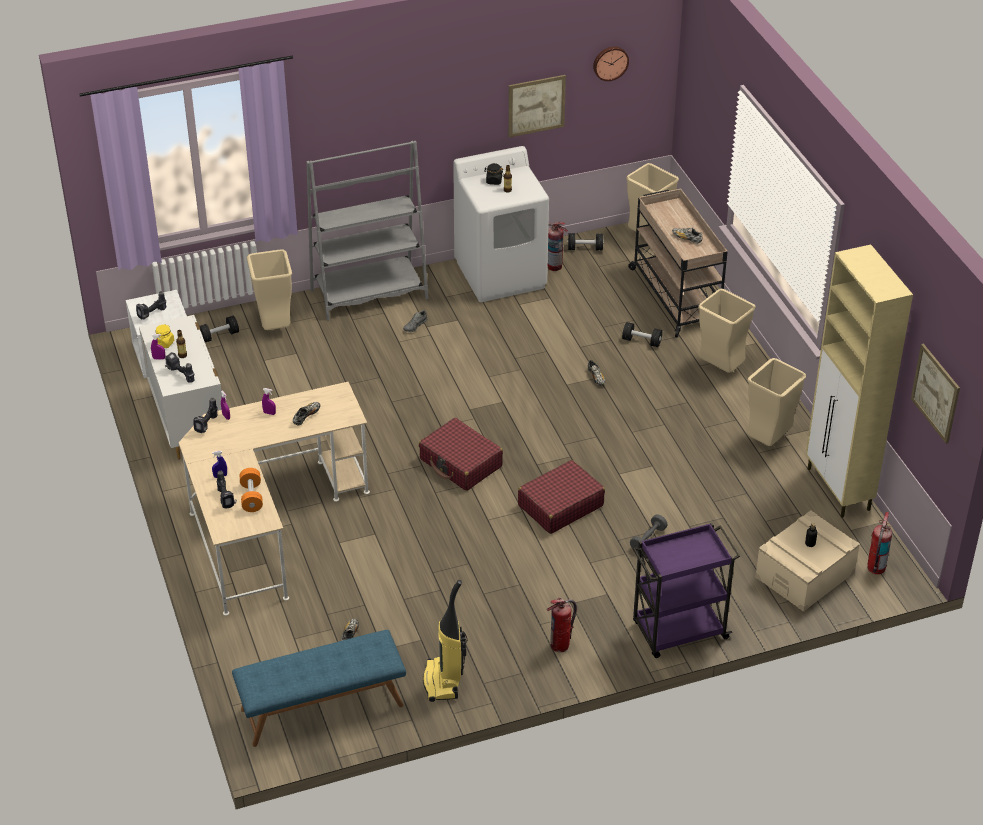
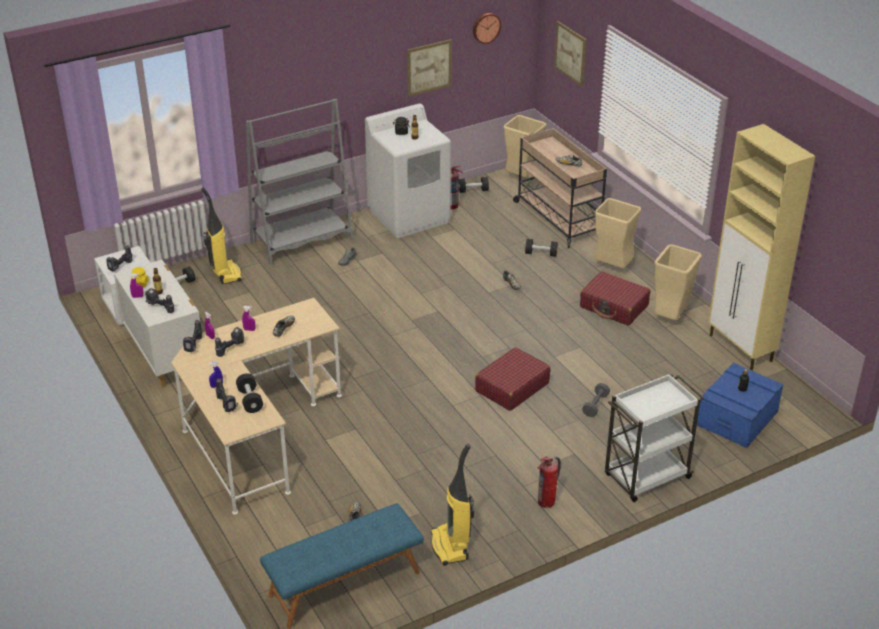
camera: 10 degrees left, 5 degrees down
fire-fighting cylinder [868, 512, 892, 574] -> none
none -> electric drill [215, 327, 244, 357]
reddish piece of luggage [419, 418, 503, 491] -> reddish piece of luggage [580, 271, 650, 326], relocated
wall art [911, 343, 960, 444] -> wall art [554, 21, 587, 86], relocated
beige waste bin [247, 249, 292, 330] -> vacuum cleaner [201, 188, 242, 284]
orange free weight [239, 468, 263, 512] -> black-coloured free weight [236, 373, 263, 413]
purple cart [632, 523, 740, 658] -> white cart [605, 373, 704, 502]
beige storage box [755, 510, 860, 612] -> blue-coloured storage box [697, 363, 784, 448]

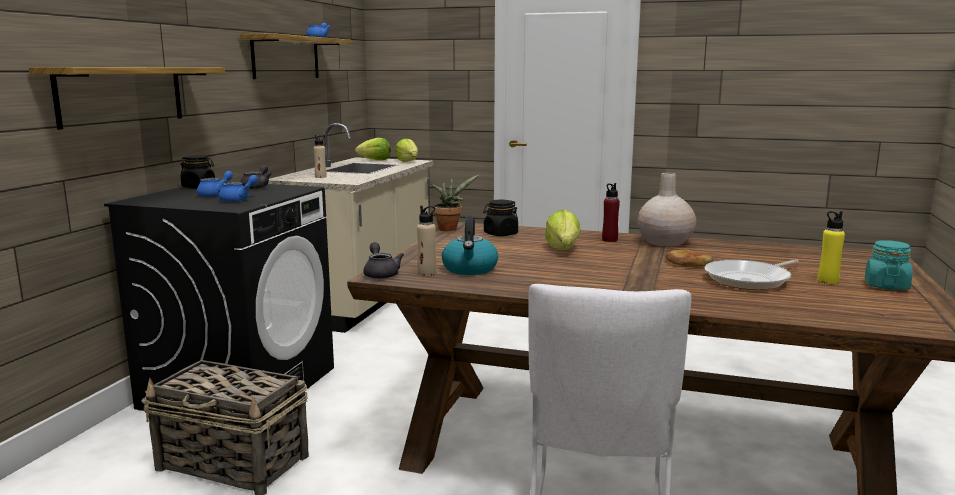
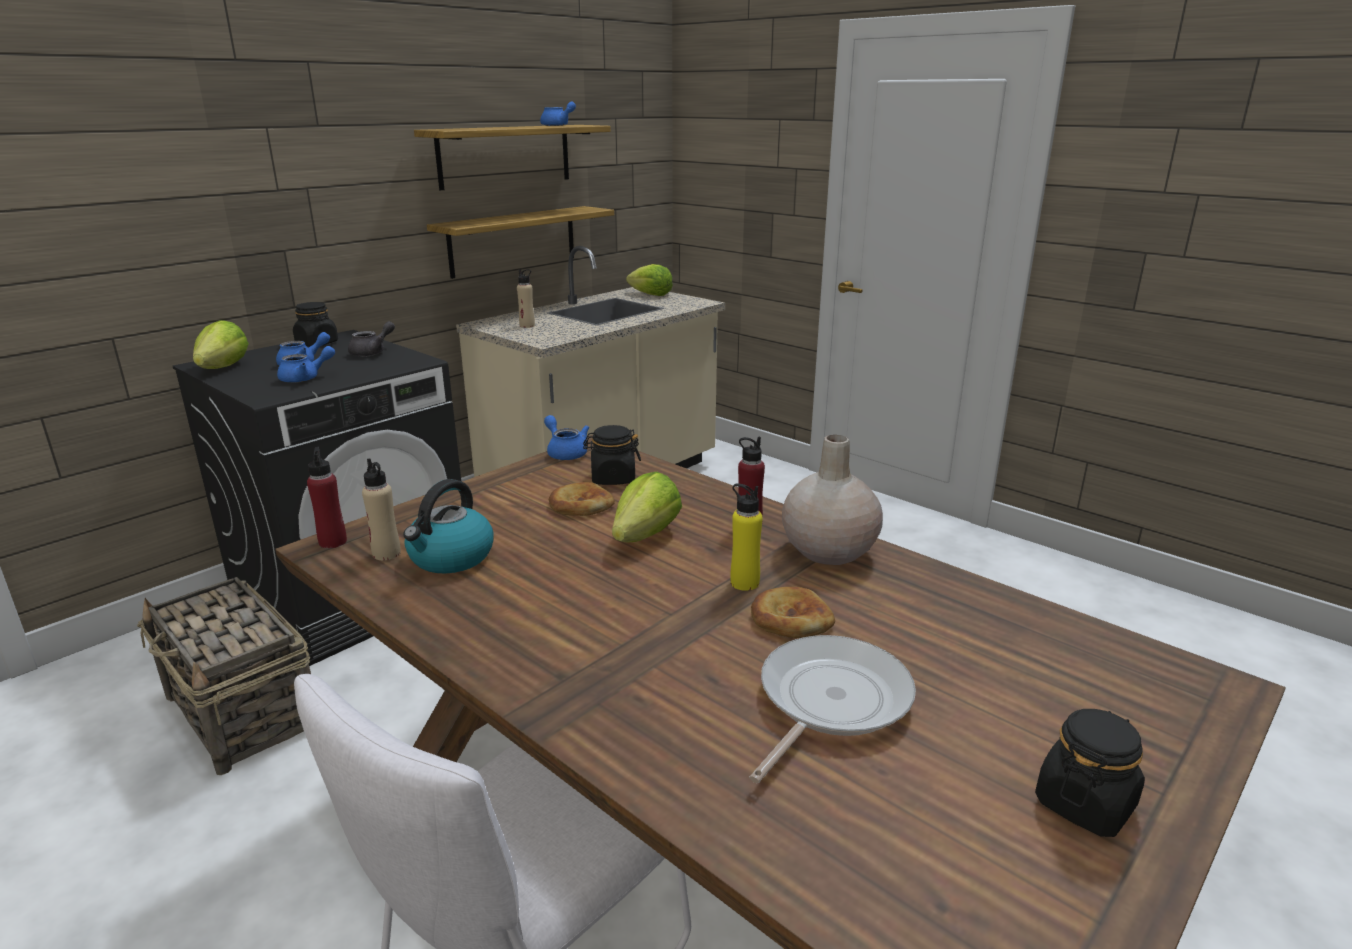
camera: 25 degrees right, 10 degrees up
none -> bread [549, 482, 615, 516]
wall shelf [29, 67, 225, 130] -> wall shelf [427, 206, 614, 279], relocated
lettuce [395, 138, 418, 162] -> lettuce [193, 320, 249, 369], relocated
yellow-coloured drink bottle [818, 211, 845, 284] -> yellow-coloured drink bottle [730, 483, 763, 591], relocated
greyish pot for tea [363, 242, 404, 279] -> reddish drink bottle [307, 447, 347, 548]
houseplant [432, 174, 479, 231] -> blue-coloured pot for tea [544, 415, 589, 460]
blue-green storage jar [865, 240, 913, 290] -> black-coloured storage jar [1035, 709, 1145, 837]
frying pan [705, 259, 799, 290] -> frying pan [750, 635, 916, 783], 135 degrees clockwise

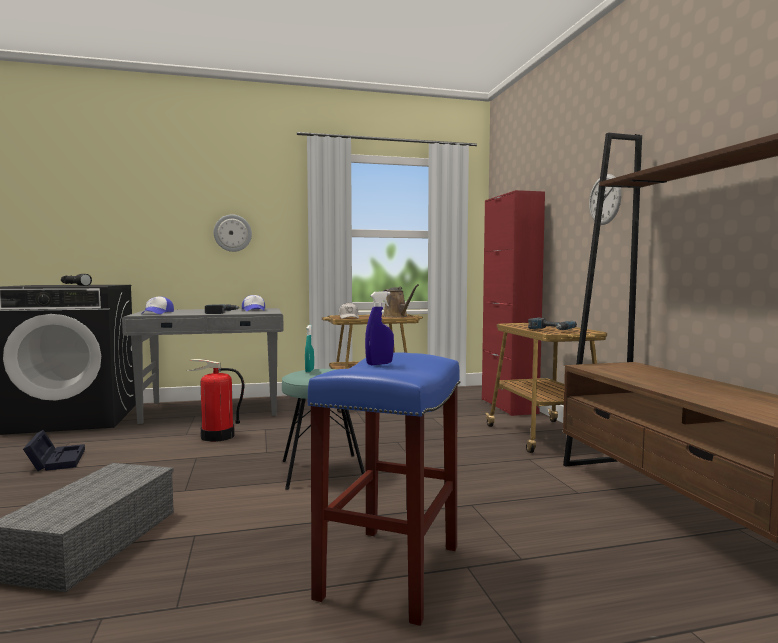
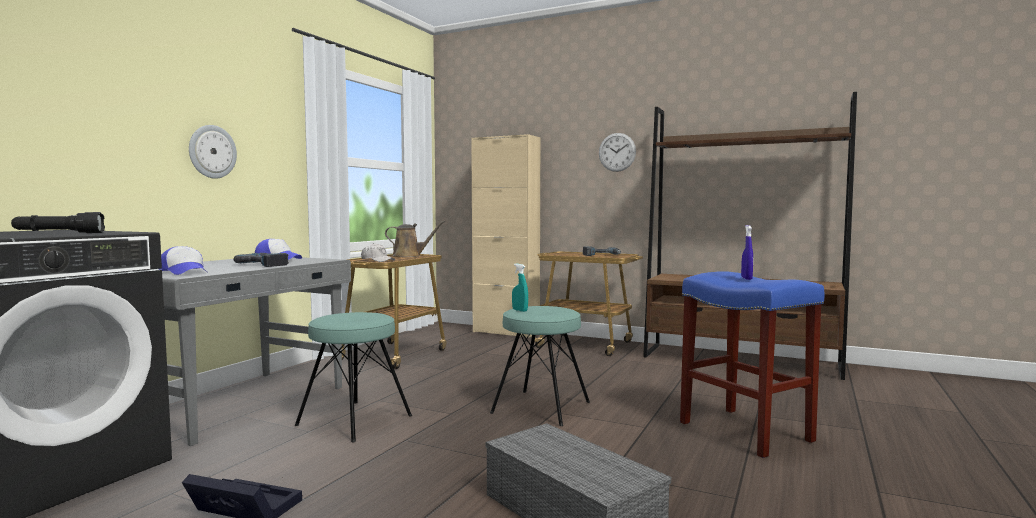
camera: 50 degrees left, 0 degrees up
fire-fighting cylinder [187, 359, 244, 442] -> blue-green stool [295, 312, 412, 442]
reddish cupboard [482, 190, 545, 416] -> beige cupboard [471, 134, 540, 338]

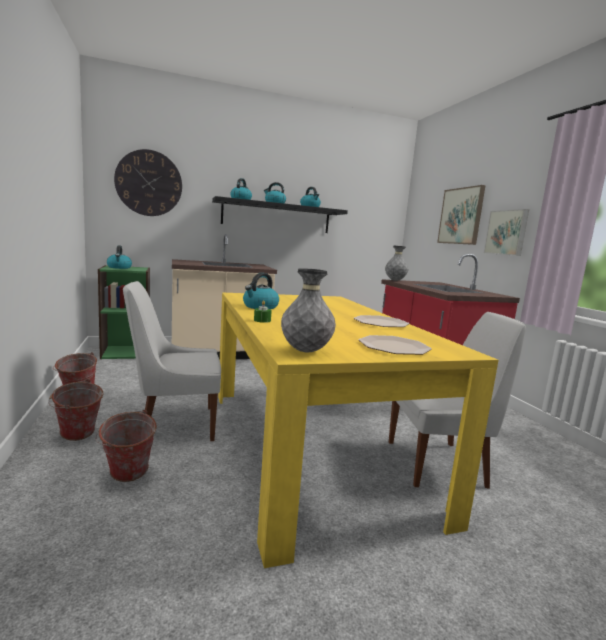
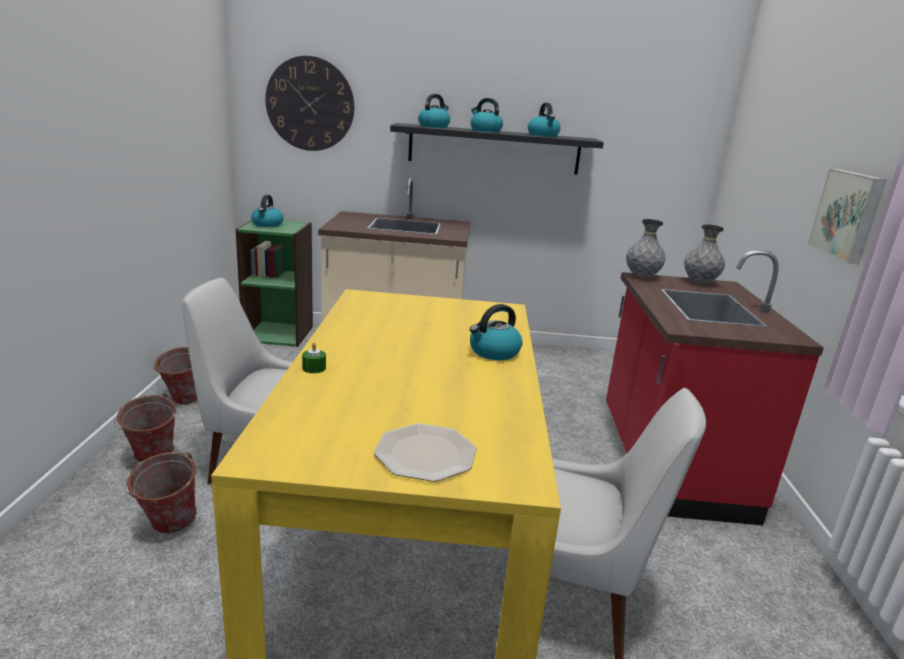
camera: 20 degrees right, 10 degrees up
plate [354, 315, 409, 327] -> none
wall art [437, 185, 486, 245] -> none
water kettle [243, 272, 279, 309] -> water kettle [470, 304, 523, 360], relocated
greyish vase [281, 268, 336, 353] -> greyish vase [684, 224, 725, 283], relocated

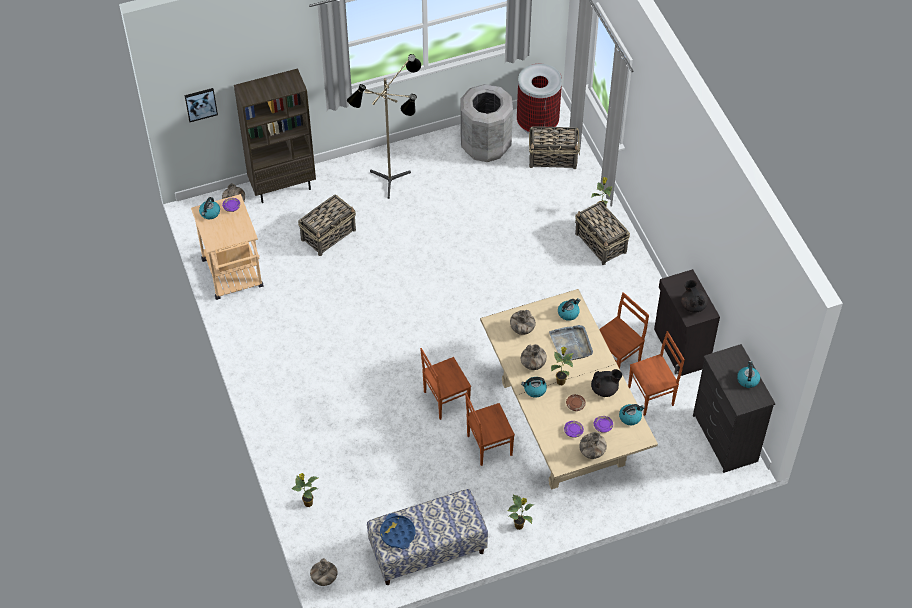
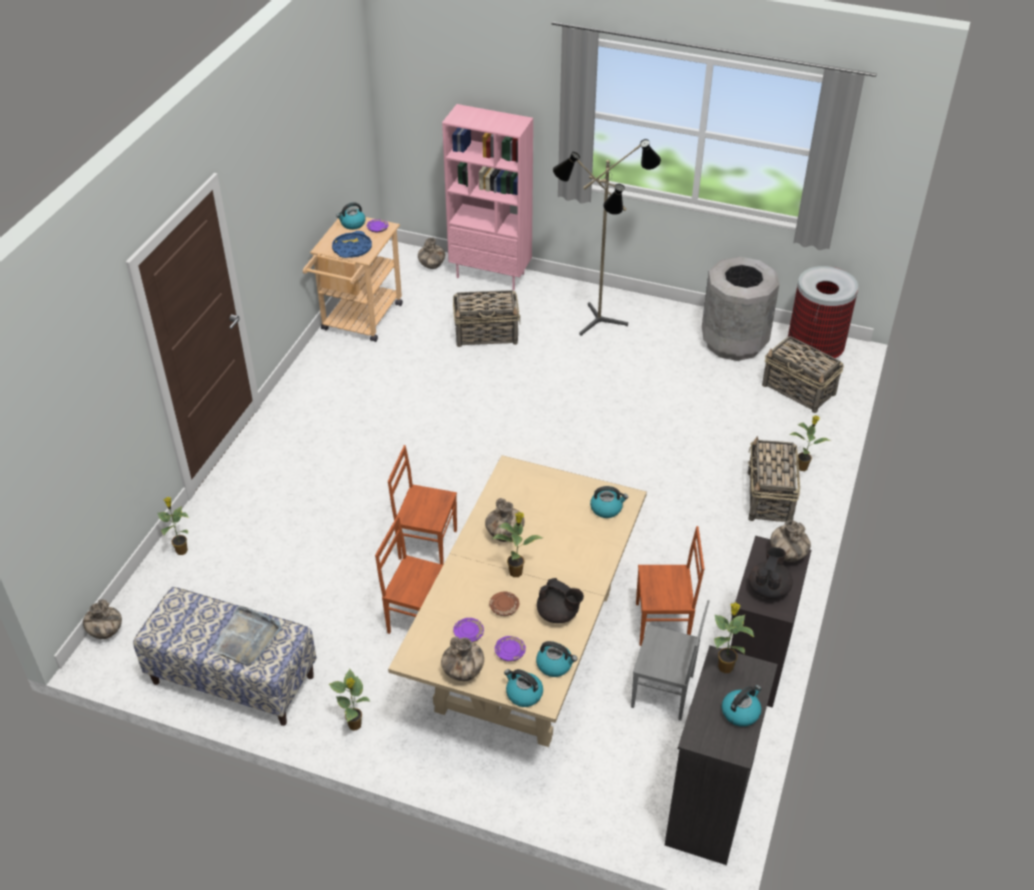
camera: 40 degrees right, 10 degrees down
wall art [184, 88, 218, 122] -> none
none -> houseplant [714, 602, 755, 673]
blue-coloured serving tray [380, 513, 415, 549] -> blue-coloured serving tray [332, 231, 372, 258], relocated
vase [510, 310, 536, 335] -> vase [770, 520, 811, 562], relocated
water kettle [521, 377, 547, 398] -> water kettle [504, 669, 543, 707], relocated
greyish serving tray [549, 325, 593, 361] -> greyish serving tray [211, 605, 281, 665], relocated
brown-coloured shelving unit [234, 68, 316, 203] -> pinkish shelving unit [442, 104, 533, 290]
brown-coloured upright chair [628, 331, 685, 416] -> greyish upright chair [631, 600, 710, 721]

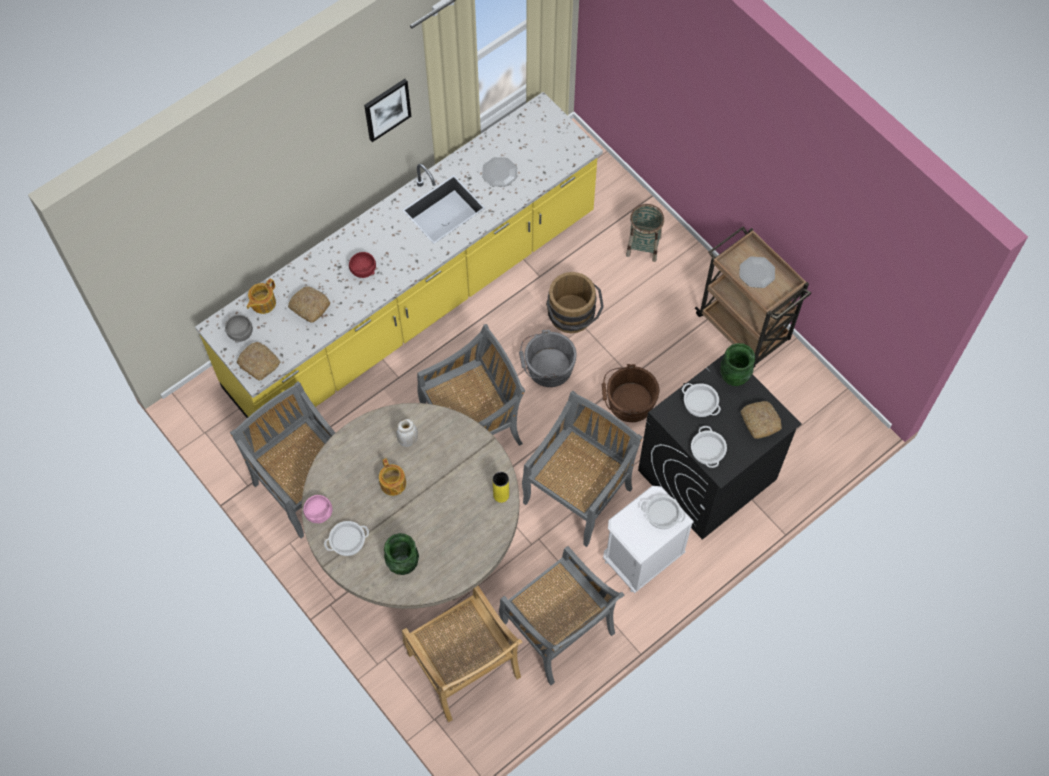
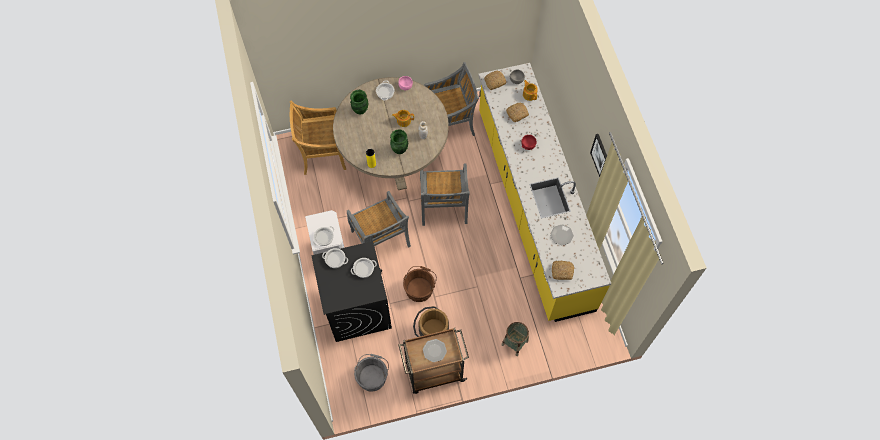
camera: 115 degrees right, 0 degrees up
greyish upright chair [499, 546, 624, 685] -> none
greyish water bucket [519, 330, 577, 387] -> greyish water bucket [354, 354, 389, 392], relocated
brown-coloured water bucket [546, 272, 604, 333] -> brown-coloured water bucket [413, 306, 449, 337], relocated
greenish vase [720, 343, 755, 386] -> greenish vase [390, 129, 408, 154], relocated
bread [740, 401, 782, 439] -> bread [552, 261, 574, 280], relocated

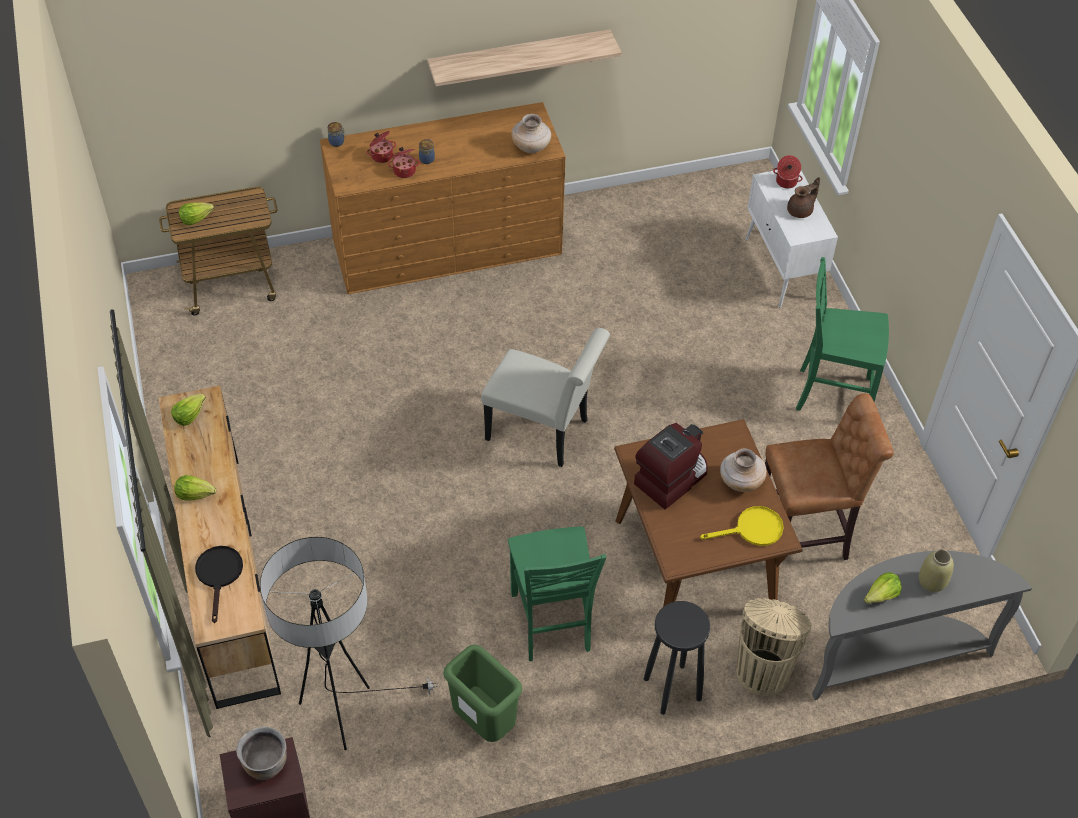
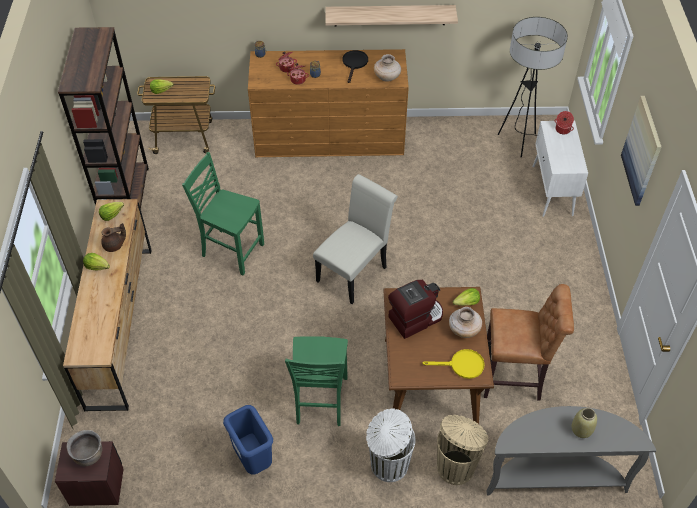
camera: 15 degrees right, 0 degrees up
none -> brown-coloured shelving unit [58, 27, 149, 209]
none -> wall art [621, 96, 661, 206]
black-coloured frying pan [195, 546, 243, 623] -> black-coloured frying pan [342, 50, 368, 83], relocated
standing lamp [260, 537, 438, 750] -> standing lamp [498, 17, 568, 158], relocated
brown-coloured pot for tea [787, 177, 820, 218] -> brown-coloured pot for tea [101, 223, 126, 252], relocated
greenish upright chair [796, 257, 889, 411] -> greenish upright chair [182, 152, 264, 275], relocated
lettuce [864, 572, 902, 603] -> lettuce [453, 288, 480, 306], relocated
black-coloured stool [644, 601, 710, 715] -> white waste bin [366, 408, 416, 482]
greenish waste bin [443, 645, 522, 742] -> blue-coloured waste bin [223, 405, 273, 475]
white upright chair [481, 328, 610, 467] -> white upright chair [313, 174, 398, 304], 90 degrees counterclockwise

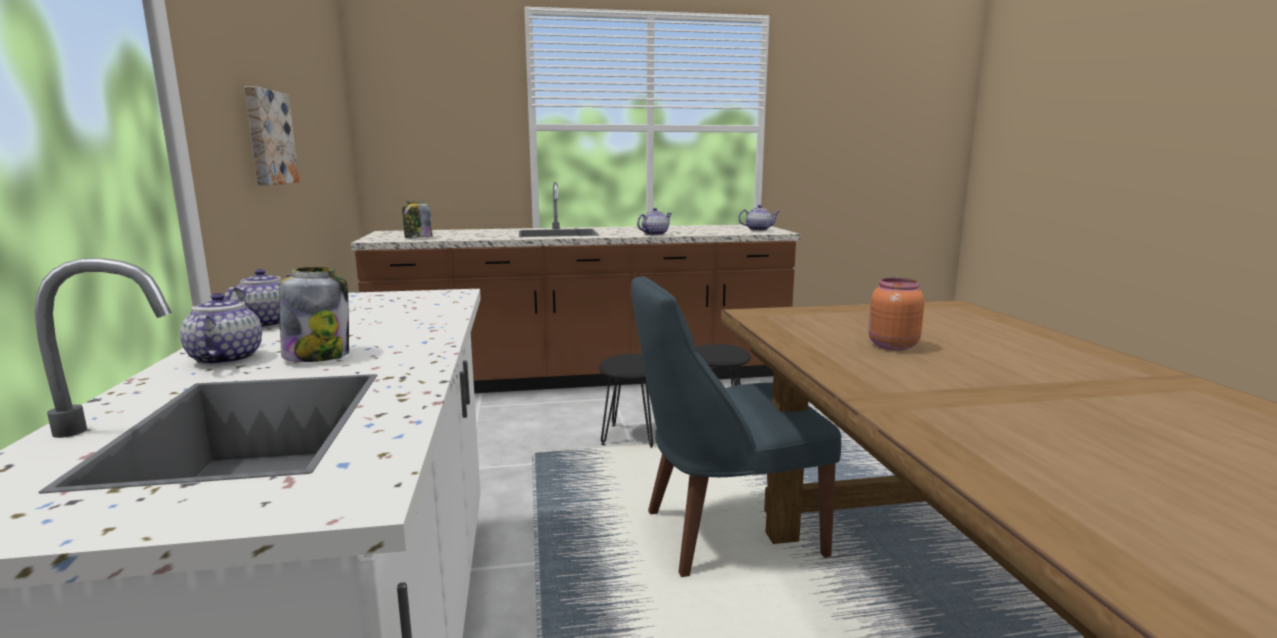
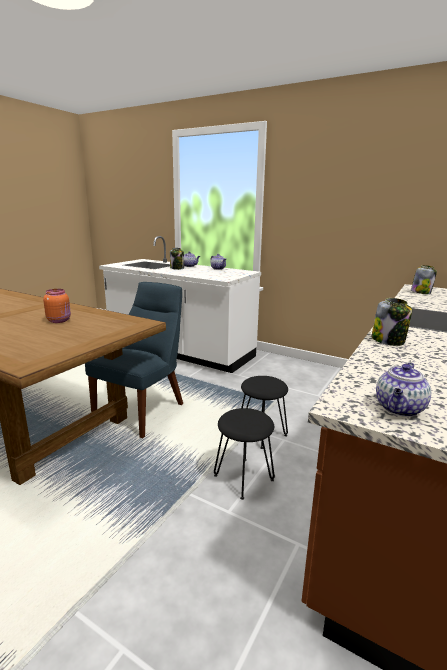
camera: 130 degrees right, 5 degrees up
wall art [244, 86, 299, 186] -> none
pot for tea [637, 208, 672, 235] -> storage jar [371, 298, 412, 346]

